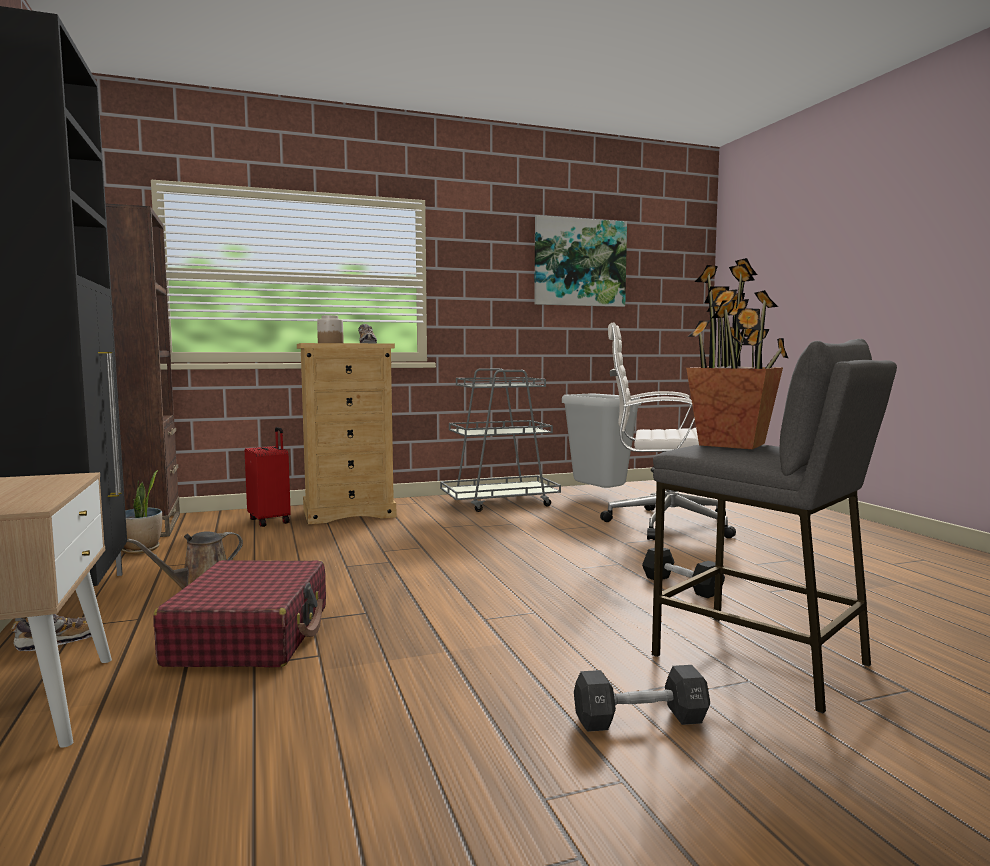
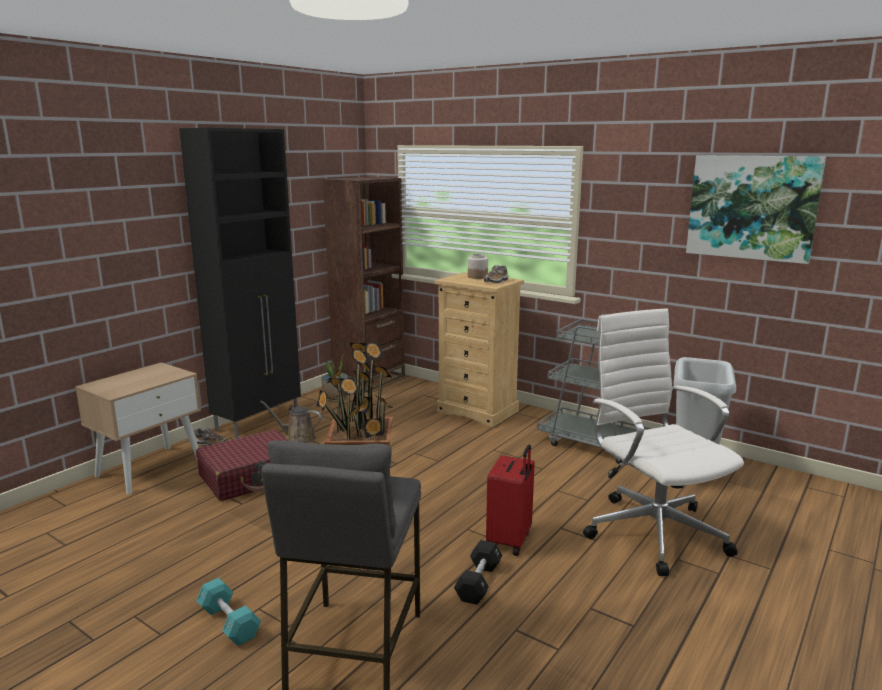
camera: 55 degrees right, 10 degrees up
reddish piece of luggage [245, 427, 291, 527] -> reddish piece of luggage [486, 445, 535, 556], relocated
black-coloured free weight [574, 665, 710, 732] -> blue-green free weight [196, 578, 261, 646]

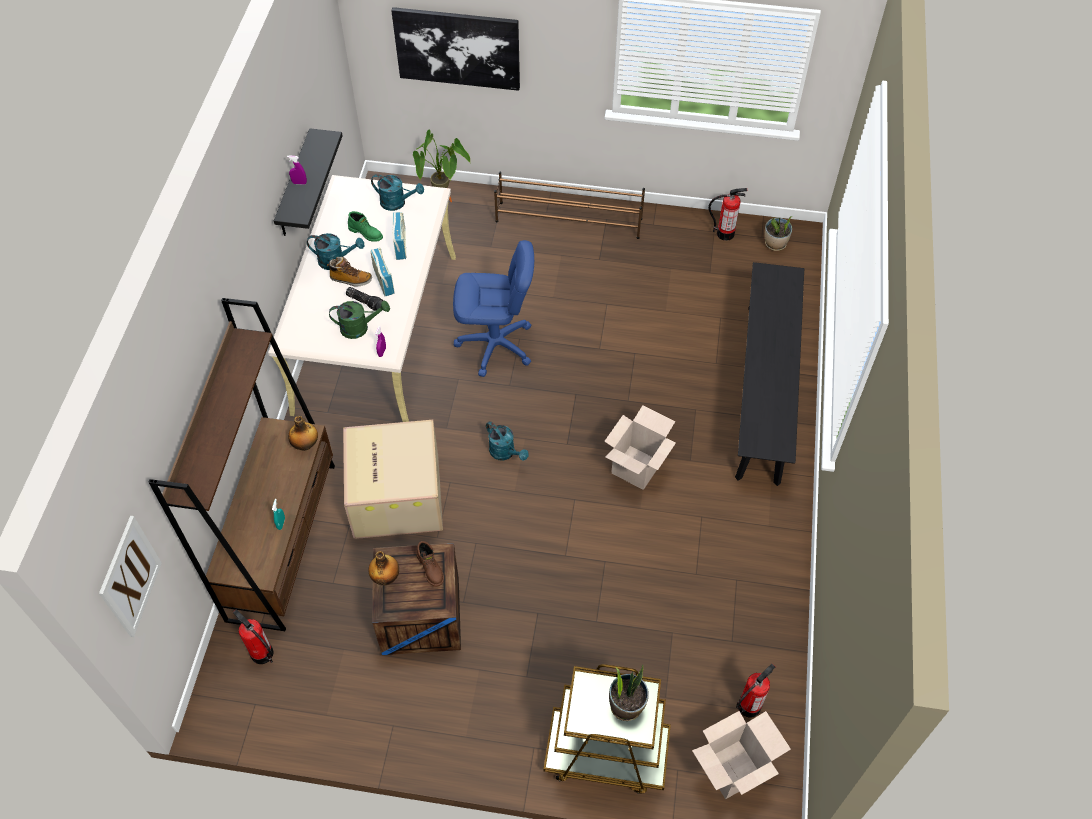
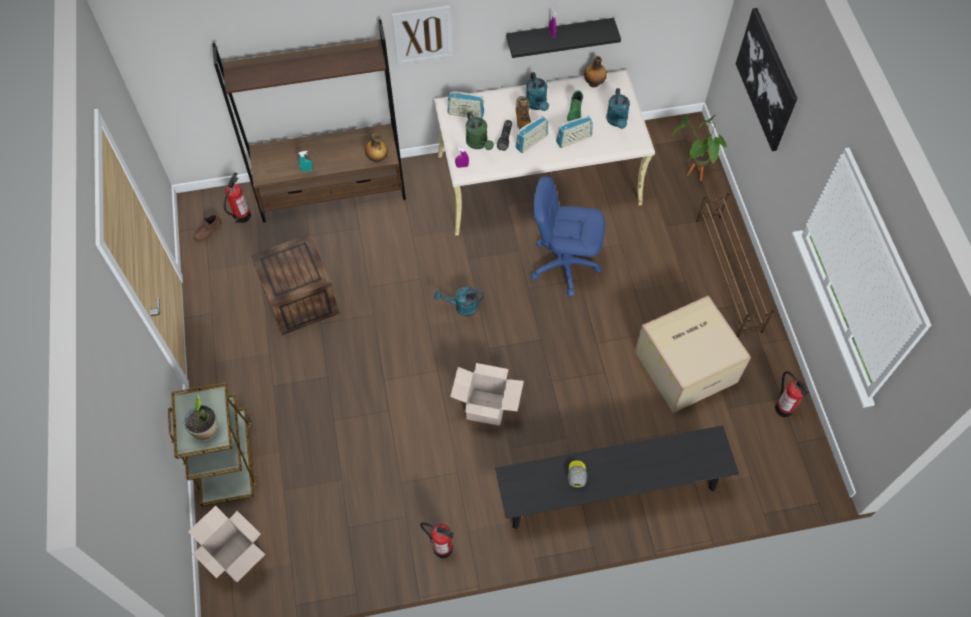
camera: 70 degrees right, 5 degrees up
houseplant [765, 216, 793, 251] -> none
none -> radio receiver [448, 91, 484, 118]
none -> baseball cap [568, 460, 587, 487]
wall art [99, 516, 162, 637] -> wall art [392, 5, 452, 65], relocated
carton [343, 420, 443, 539] -> carton [634, 295, 751, 413], relocated
drink bottle [368, 551, 399, 585] -> drink bottle [584, 56, 607, 87], relocated
brown-coloured boot [417, 541, 444, 587] -> brown-coloured boot [193, 214, 222, 242], relocated
fire-fighting cylinder [736, 664, 775, 718] -> fire-fighting cylinder [420, 522, 454, 558], relocated
blue-coloured office chair [453, 240, 534, 377] -> blue-coloured office chair [531, 176, 605, 297], 120 degrees clockwise
blue-green watering can [486, 421, 529, 461] -> blue-green watering can [434, 286, 484, 316], 60 degrees clockwise

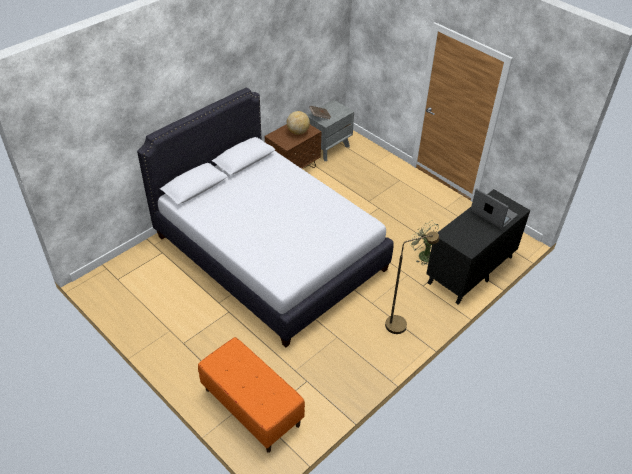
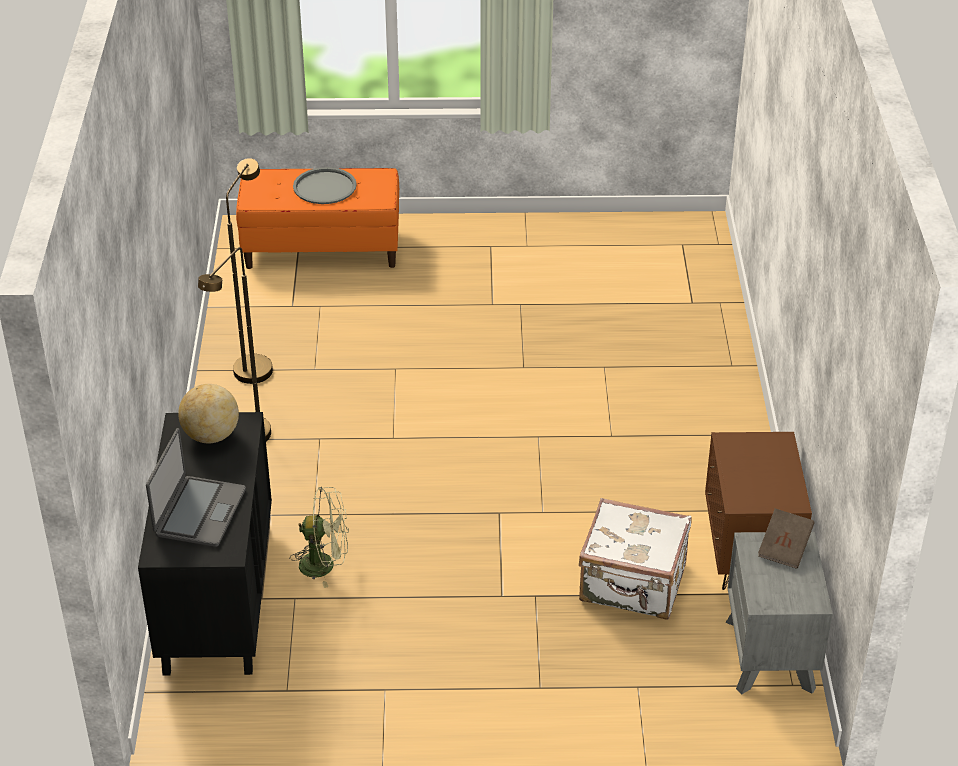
camera: 135 degrees right, 5 degrees down
white sleeping bed [137, 87, 394, 347] -> none
none -> brown-coloured standing lamp [226, 158, 273, 384]
none -> greyish serving tray [293, 167, 357, 204]
none -> white piece of luggage [579, 498, 692, 619]
world globe [287, 111, 310, 135] -> world globe [178, 384, 239, 443], relocated
portable computer [471, 188, 518, 229] -> portable computer [146, 428, 246, 547], 75 degrees counterclockwise

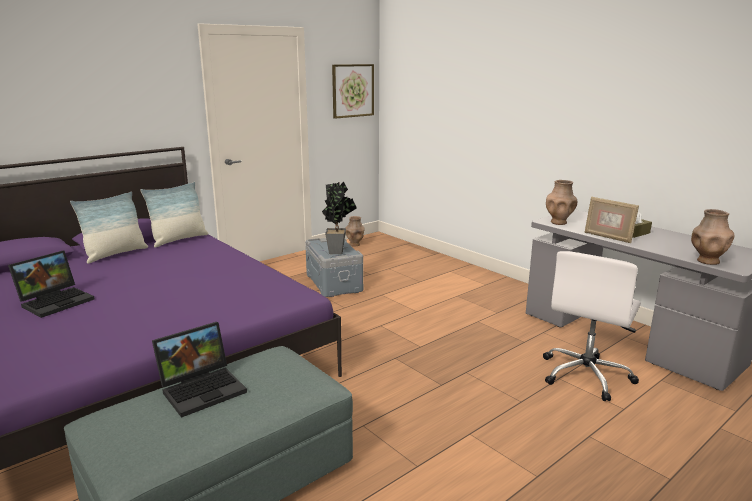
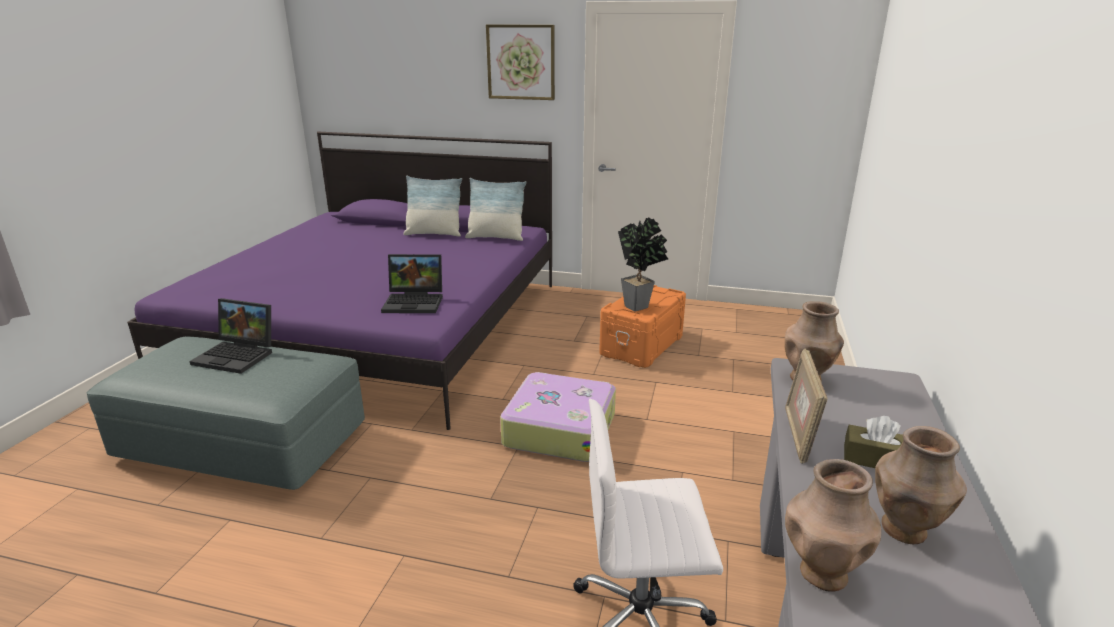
camera: 55 degrees right, 5 degrees up
none -> piece of luggage [500, 372, 616, 462]
portable computer [8, 250, 94, 318] -> portable computer [381, 254, 443, 313], relocated
wall art [332, 64, 374, 119] -> wall art [486, 25, 555, 100], relocated
brown-coloured vase [346, 216, 365, 246] -> brown-coloured vase [875, 426, 967, 544], relocated
greyish storage box [305, 238, 363, 297] -> orange storage box [599, 285, 686, 368]

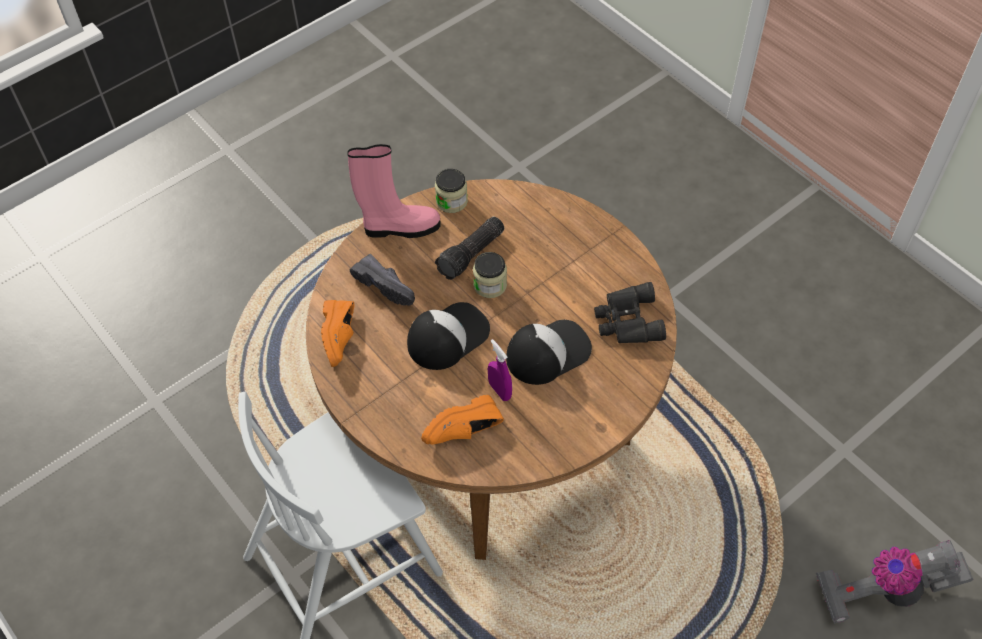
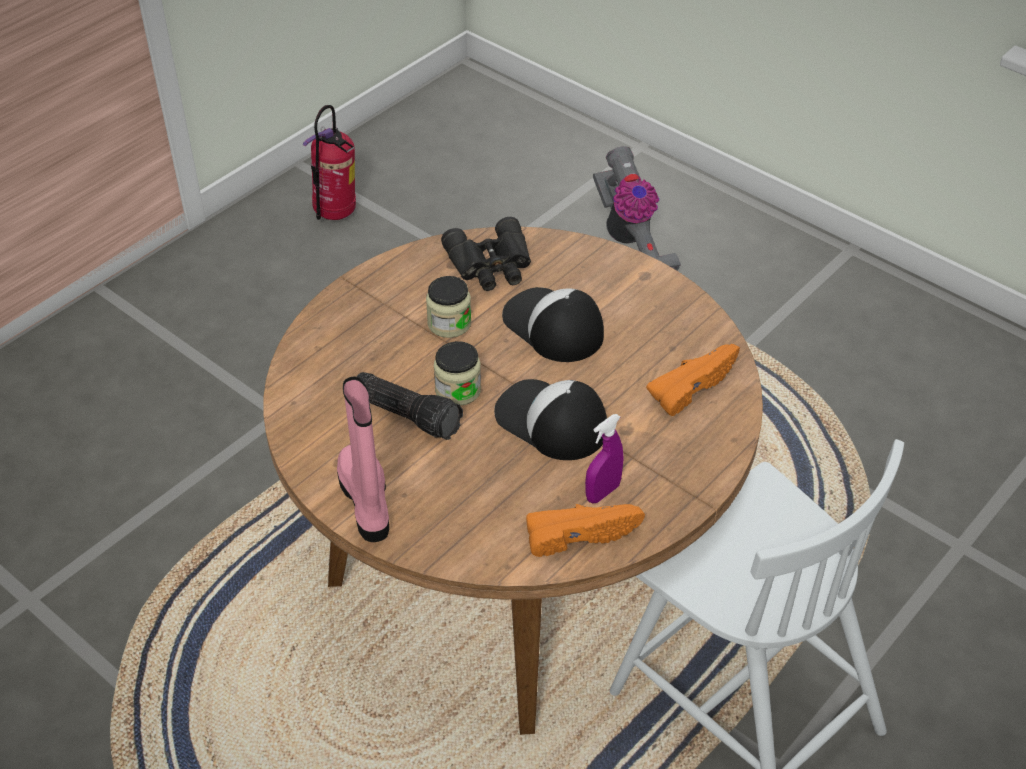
camera: 100 degrees left, 10 degrees down
black-coloured shoe [350, 254, 415, 306] -> none
none -> fire-fighting cylinder [302, 105, 356, 220]
storage jar [435, 169, 468, 213] -> storage jar [426, 276, 471, 338], relocated
purple sprayer [488, 339, 512, 401] -> purple sprayer [585, 414, 624, 503], relocated
orange shoe [421, 395, 504, 445] -> orange shoe [646, 344, 740, 416], 90 degrees counterclockwise

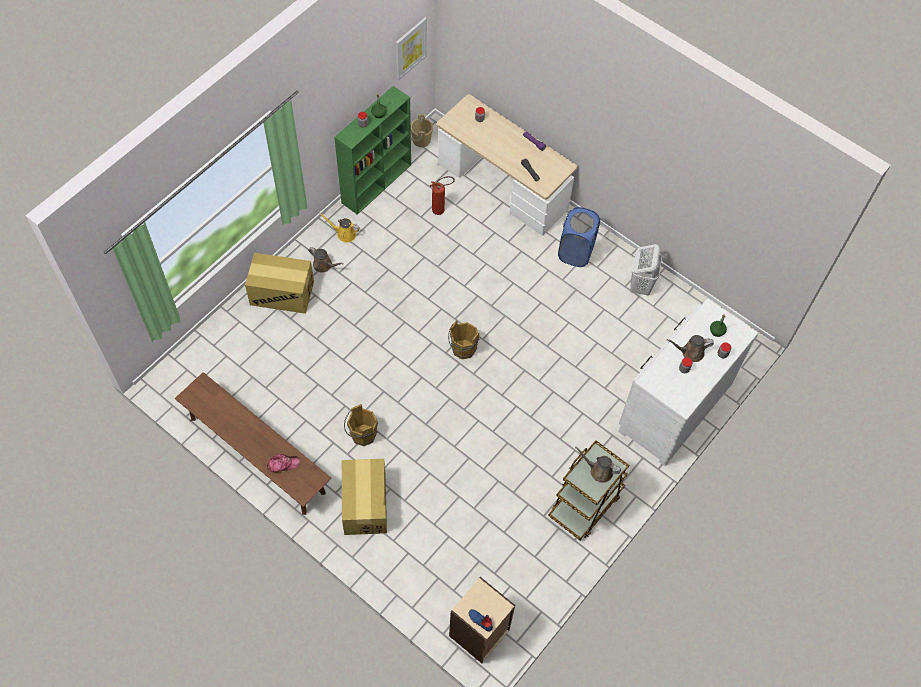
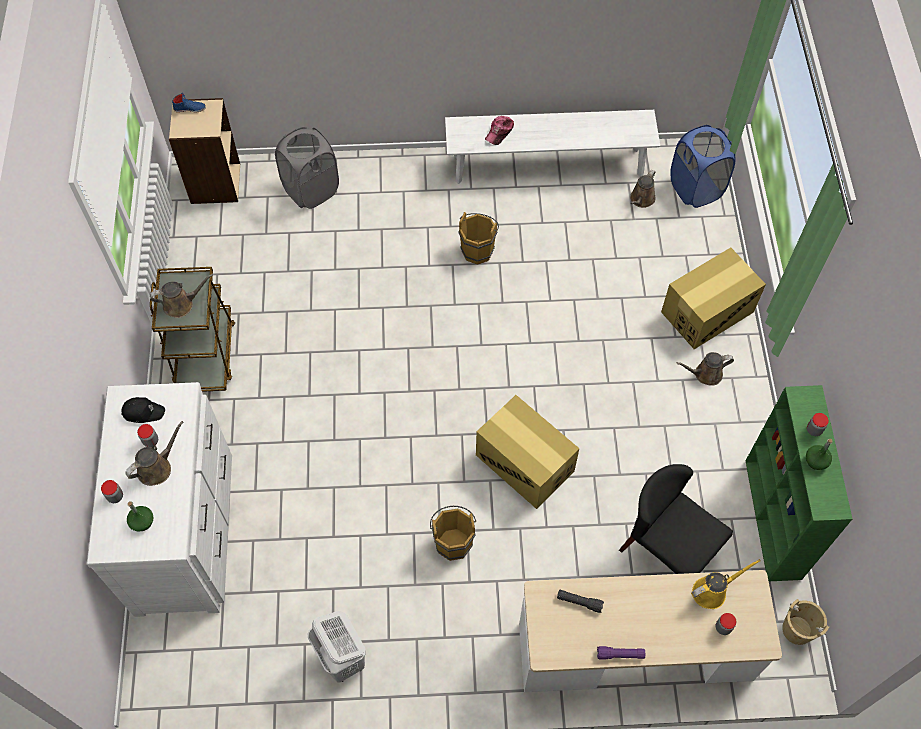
camera: 140 degrees right, 0 degrees up
wall art [396, 18, 427, 81] -> none
none -> black-coloured baseball cap [121, 397, 165, 423]
none -> greyish washing basket [275, 127, 339, 209]
none -> brown-coloured watering can [630, 170, 656, 208]
yellow-coloured watering can [320, 213, 360, 243] -> yellow-coloured watering can [691, 559, 761, 609], relocated
carton [342, 459, 387, 535] -> carton [476, 395, 579, 509], relocated
brown-coloured water bucket [448, 320, 479, 359] -> brown-coloured water bucket [430, 506, 476, 561], relocated
blue-coloured washing basket [558, 207, 600, 267] -> blue-coloured washing basket [670, 125, 735, 208], relocated
fire-fighting cylinder [430, 176, 455, 215] -> black-coloured upright chair [619, 464, 733, 574]
brown-coloured indoor bench [175, 372, 331, 515] -> white indoor bench [445, 110, 660, 184]

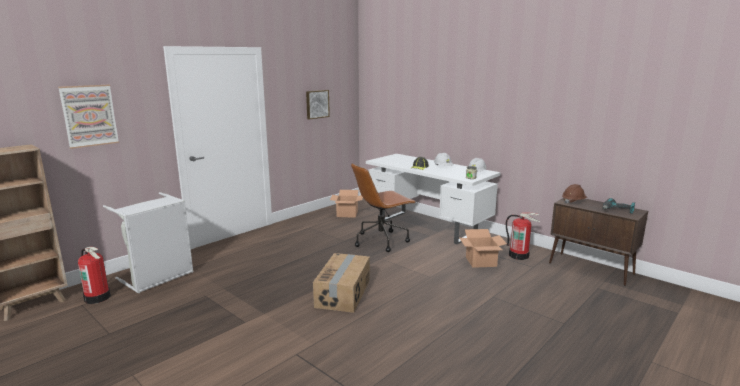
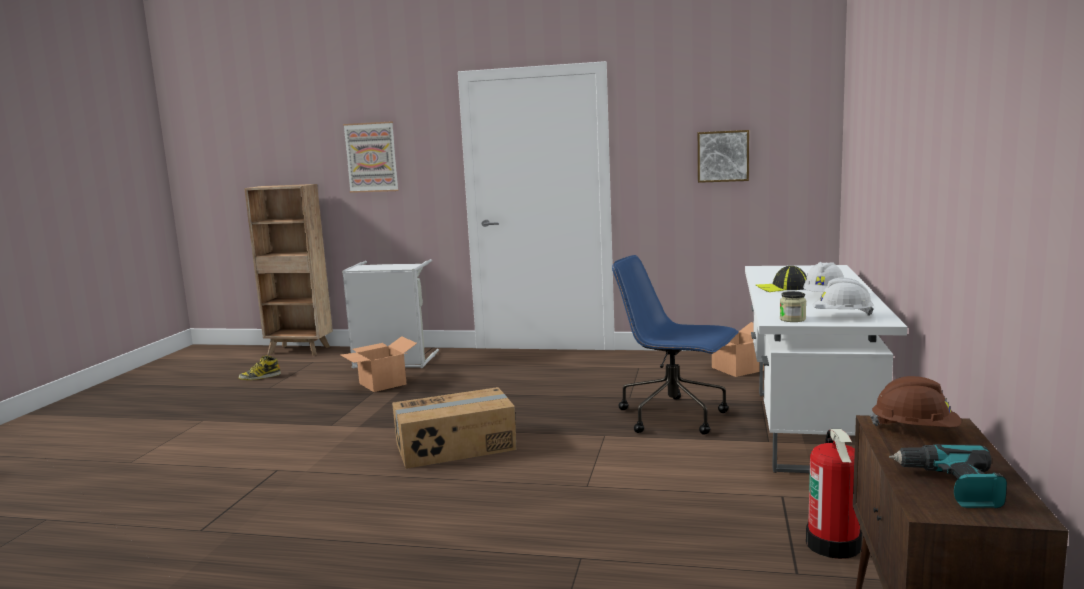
camera: 60 degrees right, 5 degrees down
fire-fighting cylinder [78, 246, 111, 304] -> none
none -> boot [239, 356, 281, 380]
carton [460, 229, 507, 268] -> carton [341, 336, 417, 392], relocated
brown-coloured office chair [351, 163, 416, 252] -> blue-coloured office chair [612, 255, 739, 435]

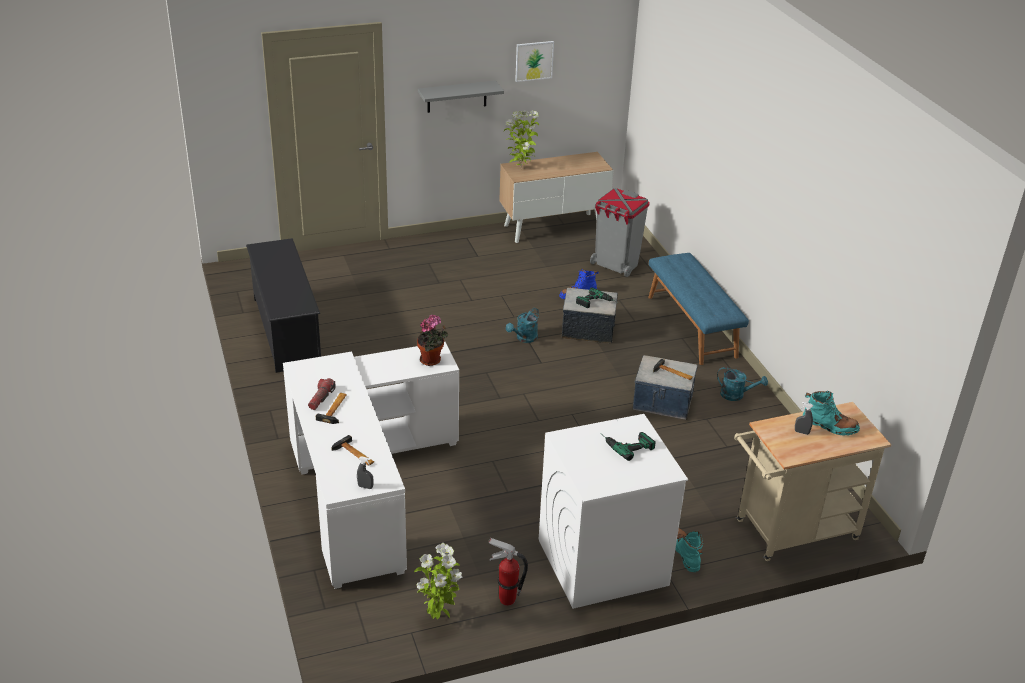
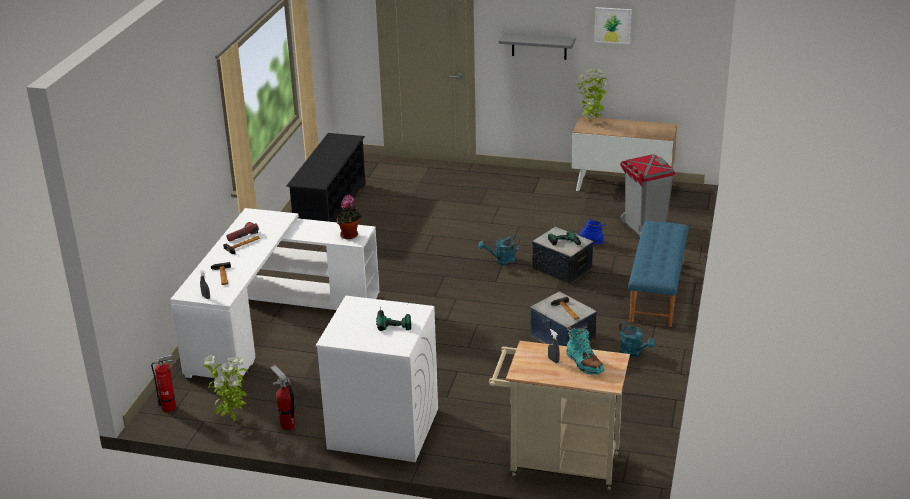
camera: 35 degrees right, 5 degrees down
blue-green boot [675, 528, 703, 572] -> none
none -> fire-fighting cylinder [151, 354, 176, 412]

